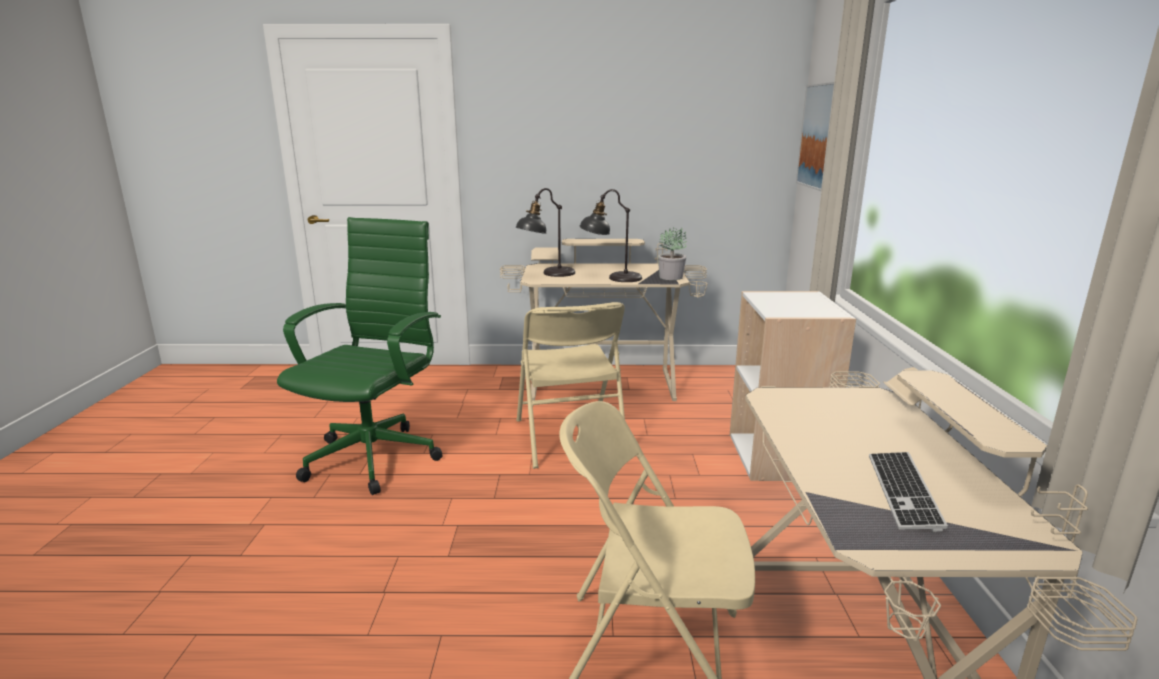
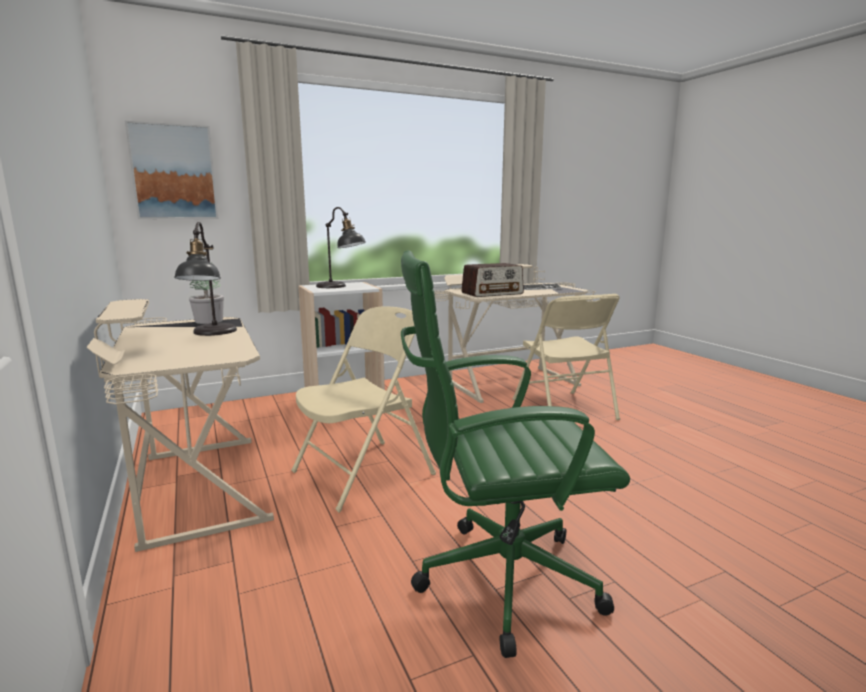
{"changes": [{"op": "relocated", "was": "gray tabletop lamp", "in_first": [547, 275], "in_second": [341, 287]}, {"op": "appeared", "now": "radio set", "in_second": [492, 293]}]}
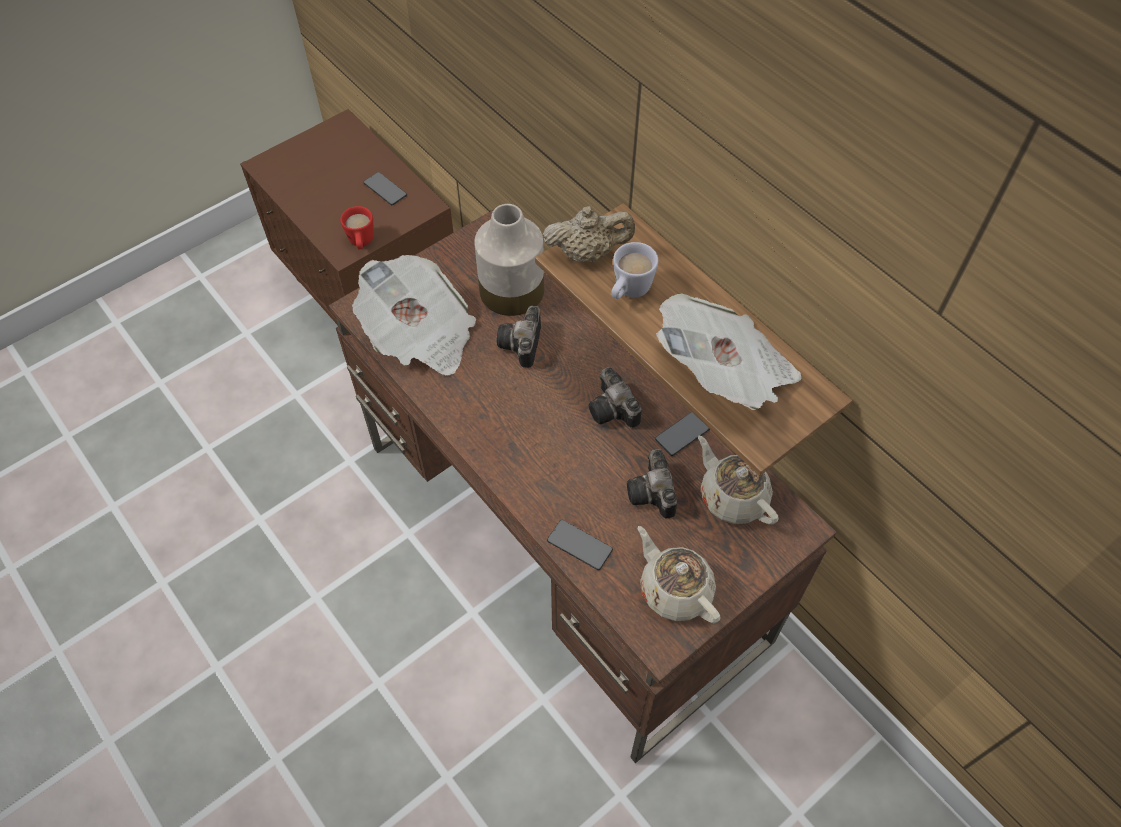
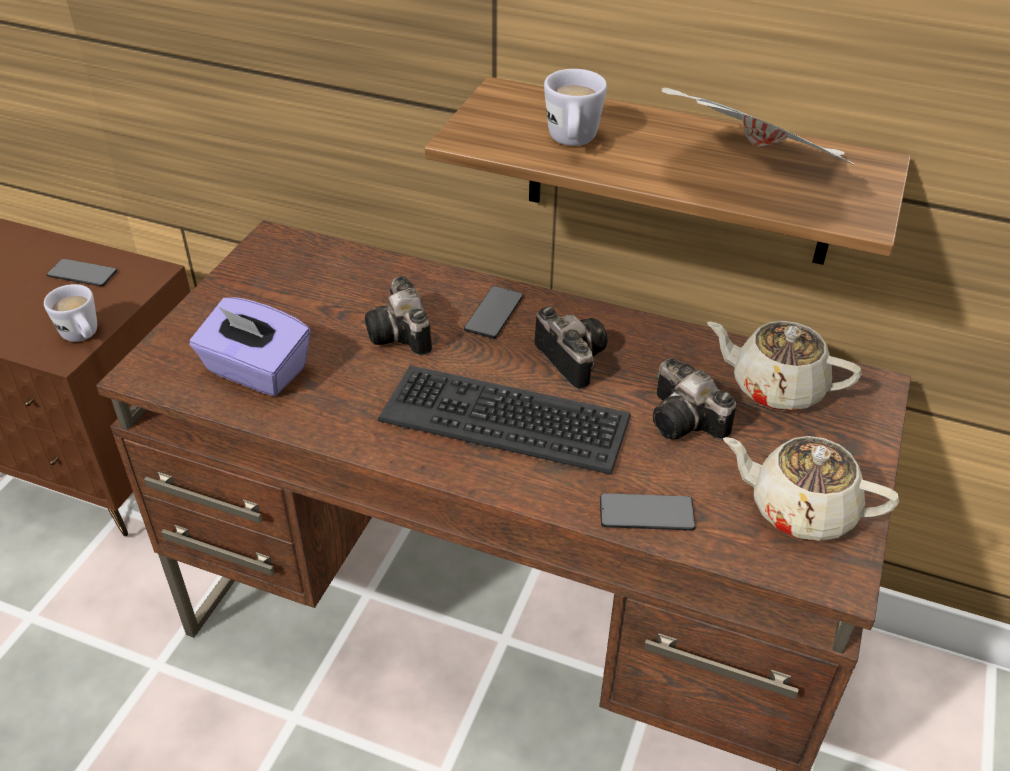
{"changes": [{"op": "missing", "was": "beige-coloured decorative vase", "in_first": [511, 290]}, {"op": "colour", "was": "reddish mug", "now": "whitish mug", "in_first": [361, 243], "in_second": [83, 337]}, {"op": "missing", "was": "beige-coloured tea pot", "in_first": [588, 253]}, {"op": "exchanged", "was": "daily paper", "now": "purple tissue holder", "in_first": [420, 335], "in_second": [256, 371]}, {"op": "spun", "was": "photo camera", "in_first": [614, 411], "in_second": [569, 357], "clockwise": -150}, {"op": "relocated", "was": "handset", "in_first": [684, 433], "in_second": [494, 313]}, {"op": "appeared", "now": "keyboard", "in_second": [505, 418]}]}
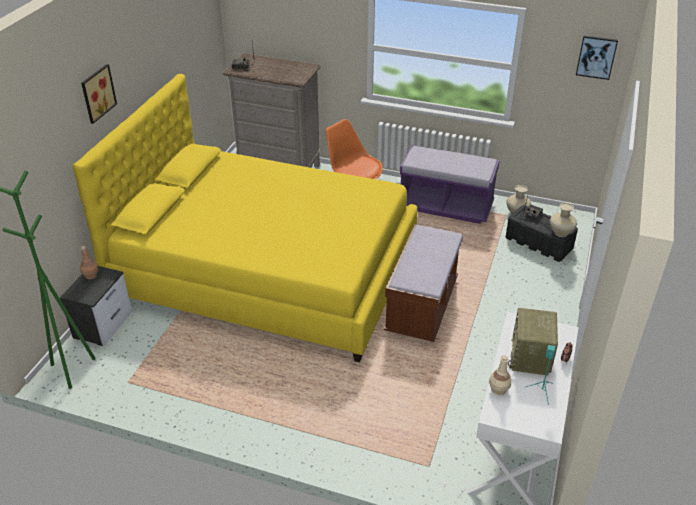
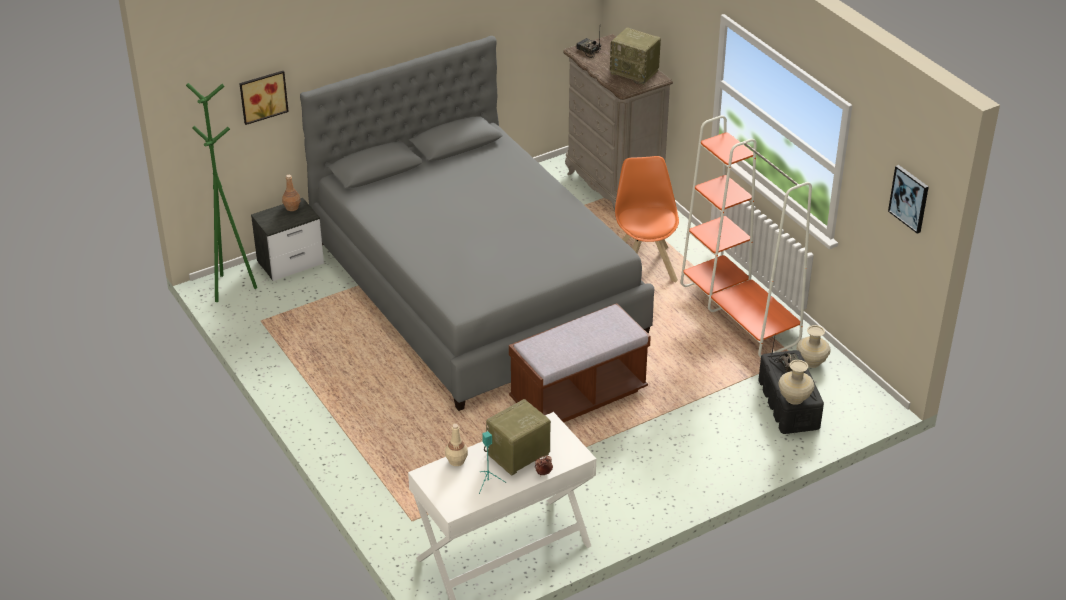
{"changes": [{"op": "relocated", "was": "picture", "in_first": [97, 93], "in_second": [262, 96]}, {"op": "colour", "was": "yellow sleeping bed", "now": "gray sleeping bed", "in_first": [266, 271], "in_second": [476, 287]}, {"op": "exchanged", "was": "purple long seat", "now": "orangey garment rack", "in_first": [446, 207], "in_second": [739, 315]}, {"op": "appeared", "now": "radio set", "in_second": [635, 72]}]}
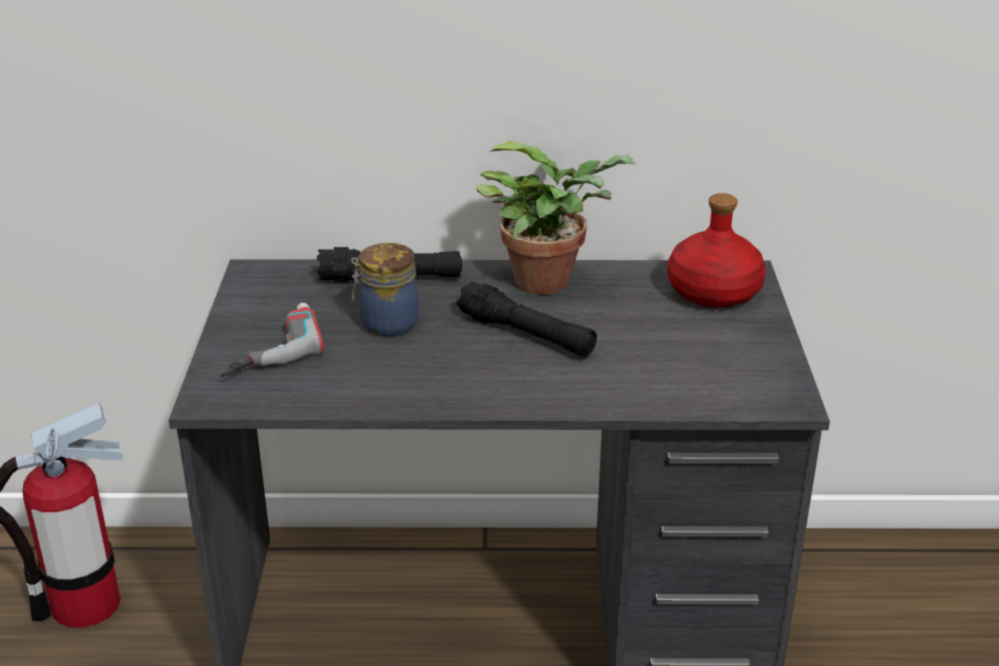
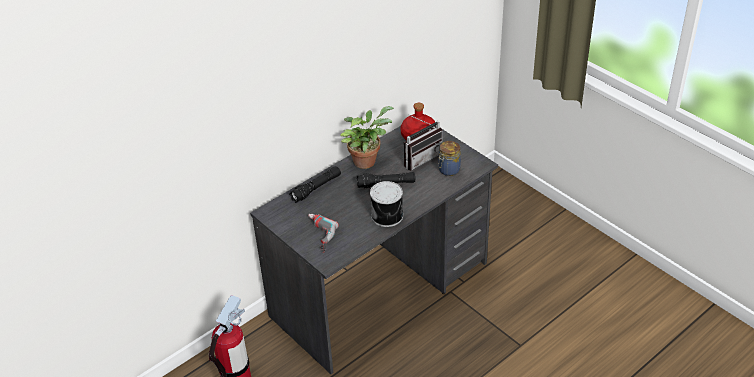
{"changes": [{"op": "relocated", "was": "jar", "in_first": [386, 323], "in_second": [448, 170]}, {"op": "appeared", "now": "radio set", "in_second": [420, 158]}, {"op": "appeared", "now": "sealed can", "in_second": [388, 215]}]}
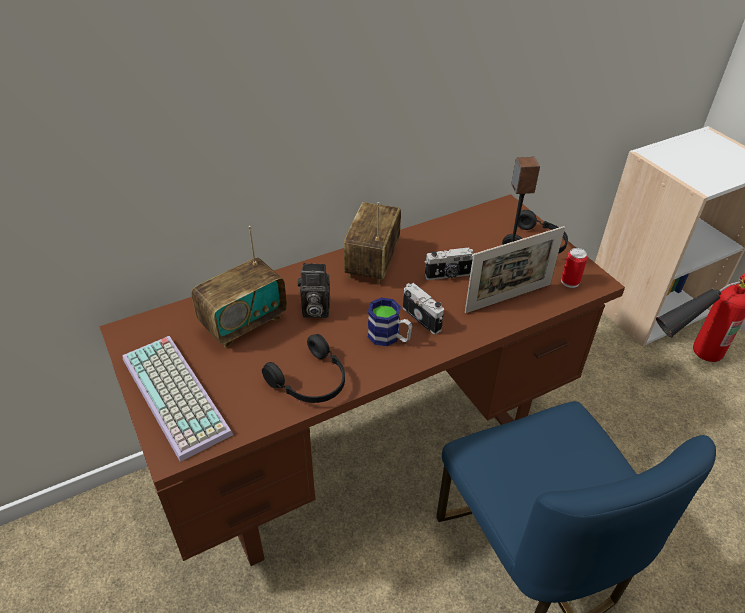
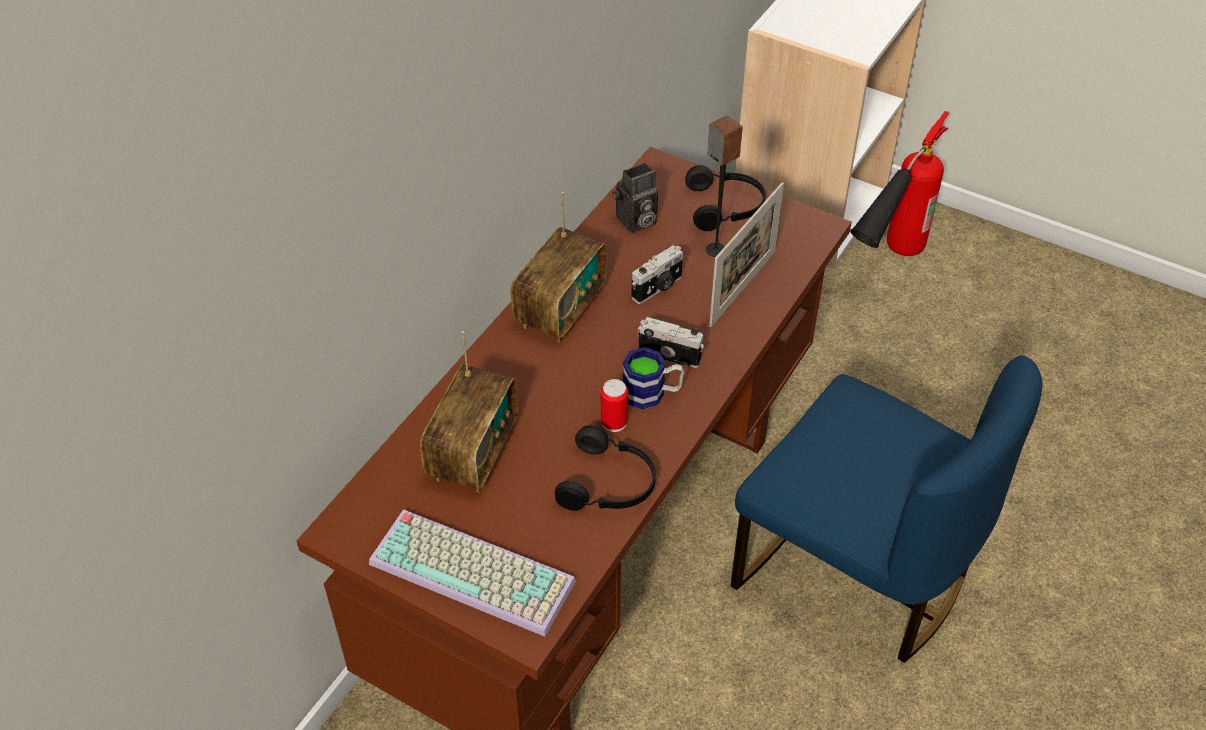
{"changes": [{"op": "spun", "was": "radio set", "in_first": [372, 263], "in_second": [560, 309], "clockwise": -135}, {"op": "relocated", "was": "sealed can", "in_first": [570, 282], "in_second": [614, 422]}, {"op": "relocated", "was": "photo camera", "in_first": [314, 310], "in_second": [635, 222]}]}
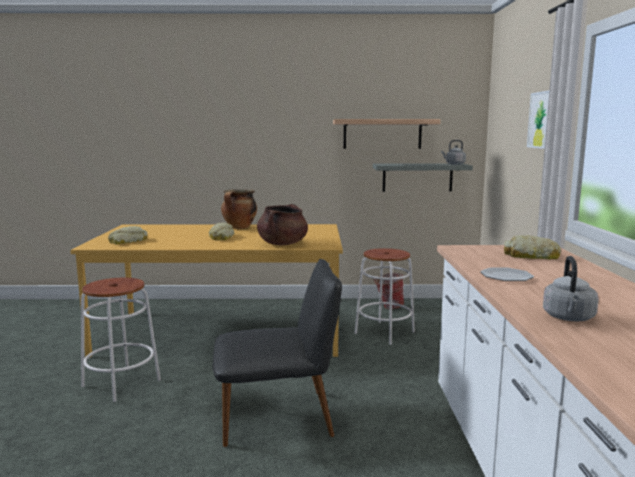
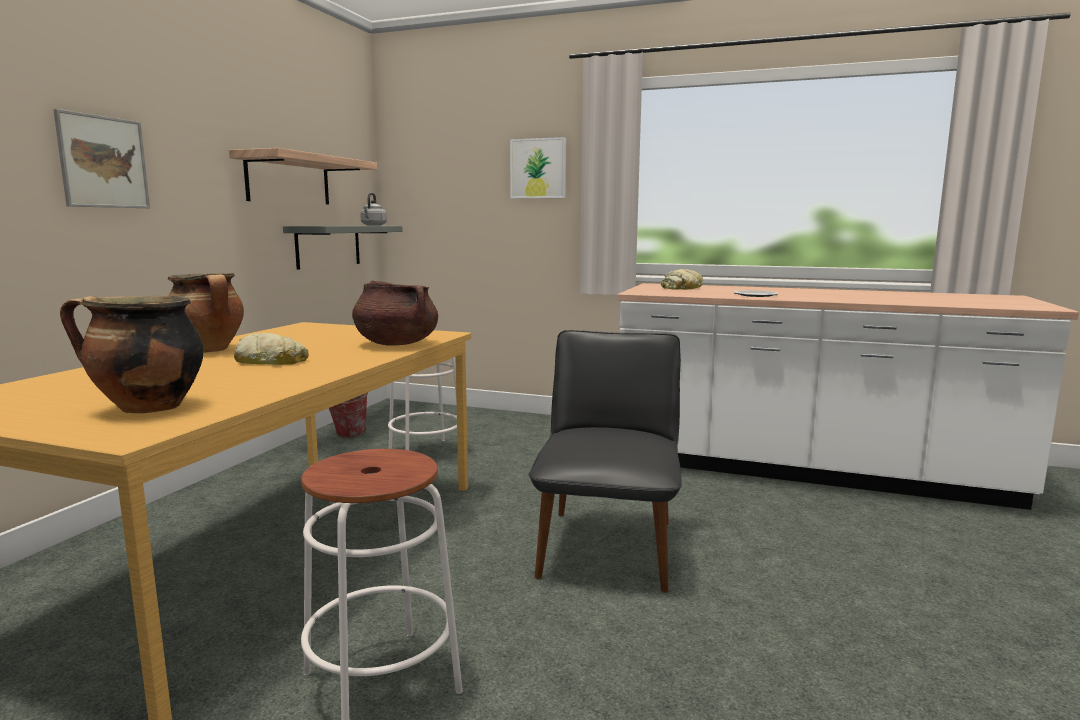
{"changes": [{"op": "exchanged", "was": "baked bread", "now": "cooking pot", "in_first": [128, 241], "in_second": [146, 408]}, {"op": "missing", "was": "gray tea kettle", "in_first": [568, 318]}, {"op": "appeared", "now": "picture", "in_second": [103, 162]}]}
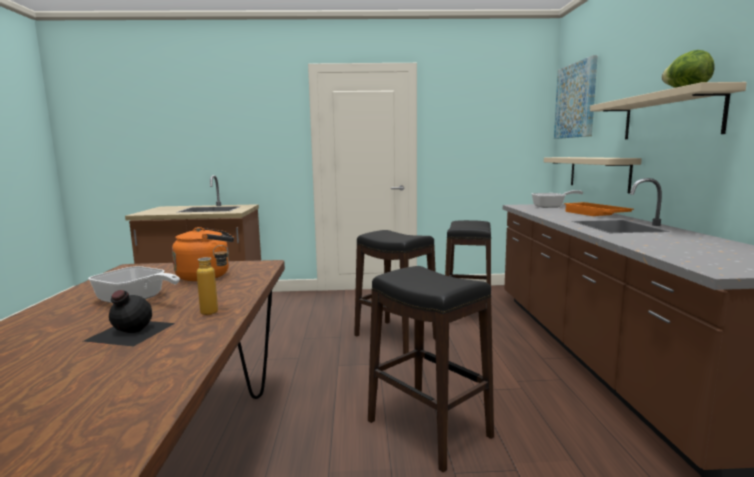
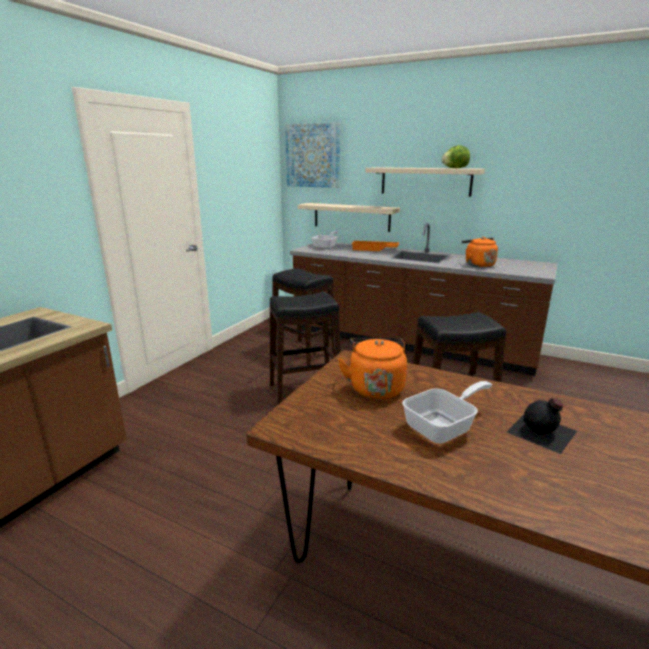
{"changes": [{"op": "missing", "was": "drink bottle", "in_first": [216, 311]}, {"op": "appeared", "now": "orangey tea kettle", "in_second": [478, 265]}]}
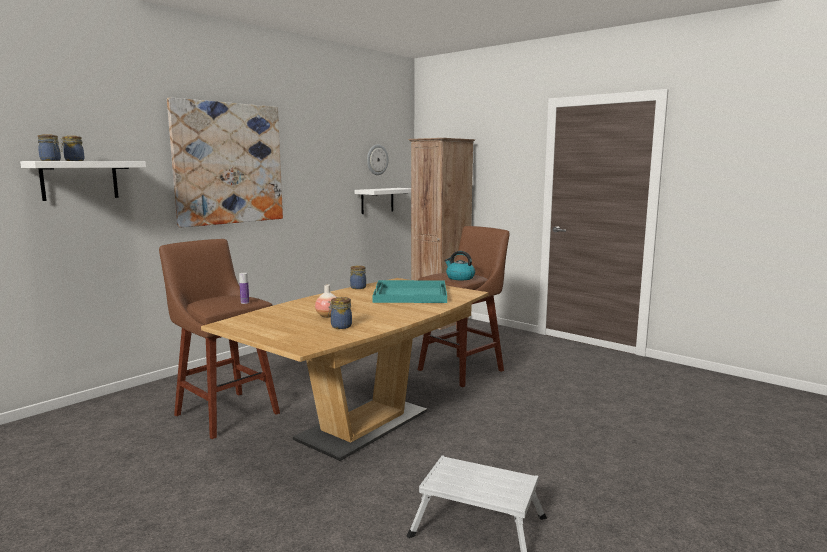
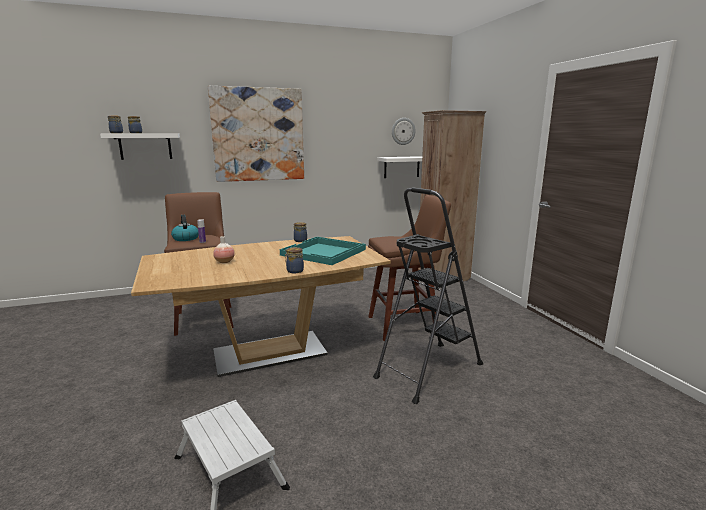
{"changes": [{"op": "relocated", "was": "tea kettle", "in_first": [459, 278], "in_second": [185, 238]}, {"op": "relocated", "was": "jar", "in_first": [340, 326], "in_second": [294, 271]}, {"op": "appeared", "now": "stepladder", "in_second": [428, 370]}]}
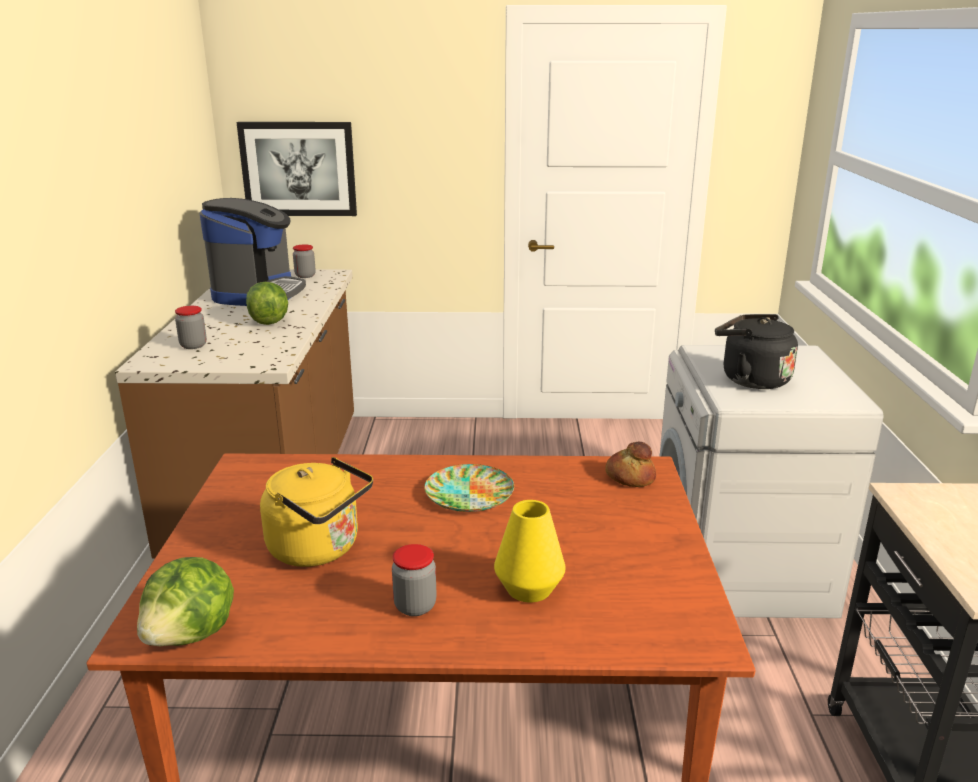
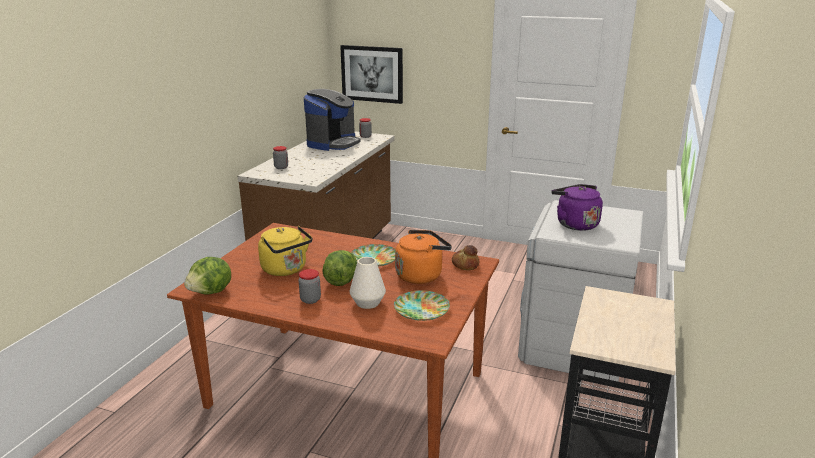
{"changes": [{"op": "relocated", "was": "lettuce", "in_first": [269, 320], "in_second": [341, 280]}, {"op": "colour", "was": "black-coloured tea kettle", "now": "purple tea kettle", "in_first": [750, 379], "in_second": [575, 224]}, {"op": "colour", "was": "yellow decorative vase", "now": "whitish decorative vase", "in_first": [528, 588], "in_second": [367, 303]}, {"op": "appeared", "now": "orangey tea kettle", "in_second": [421, 275]}, {"op": "appeared", "now": "plate", "in_second": [421, 309]}]}
